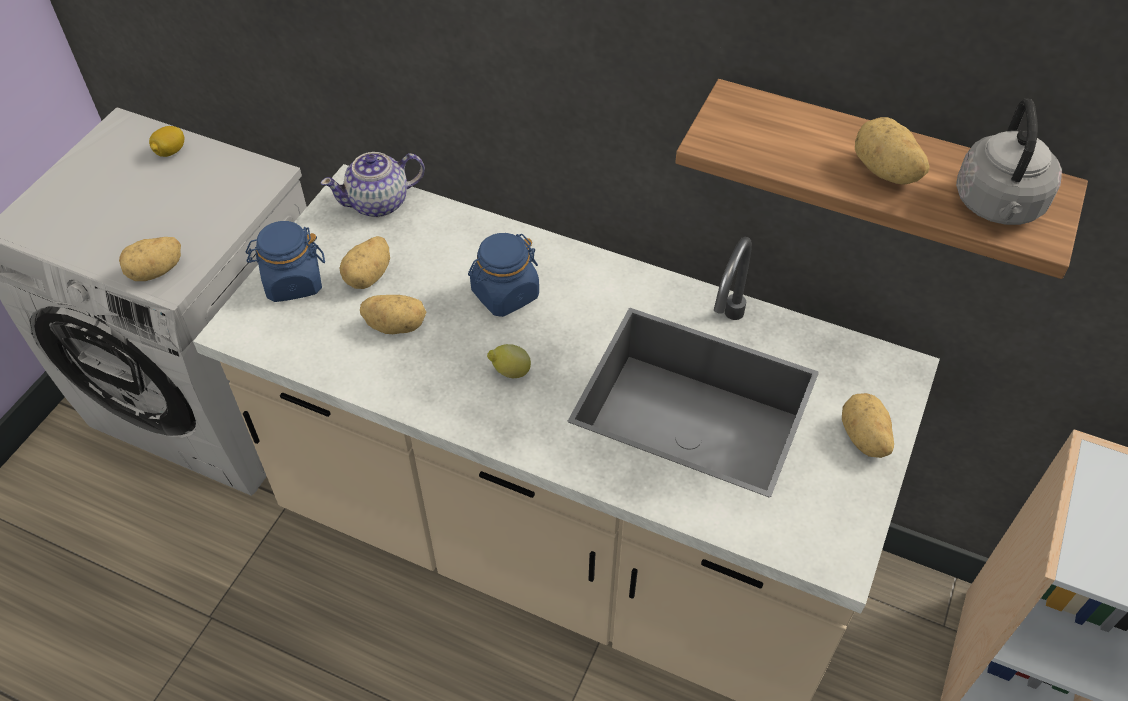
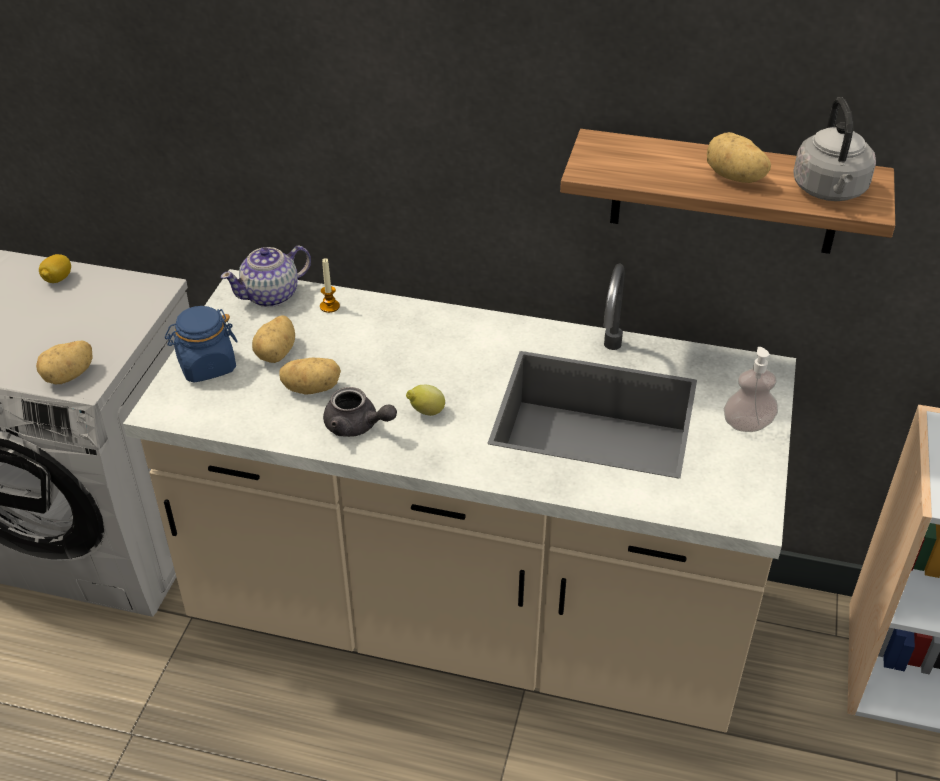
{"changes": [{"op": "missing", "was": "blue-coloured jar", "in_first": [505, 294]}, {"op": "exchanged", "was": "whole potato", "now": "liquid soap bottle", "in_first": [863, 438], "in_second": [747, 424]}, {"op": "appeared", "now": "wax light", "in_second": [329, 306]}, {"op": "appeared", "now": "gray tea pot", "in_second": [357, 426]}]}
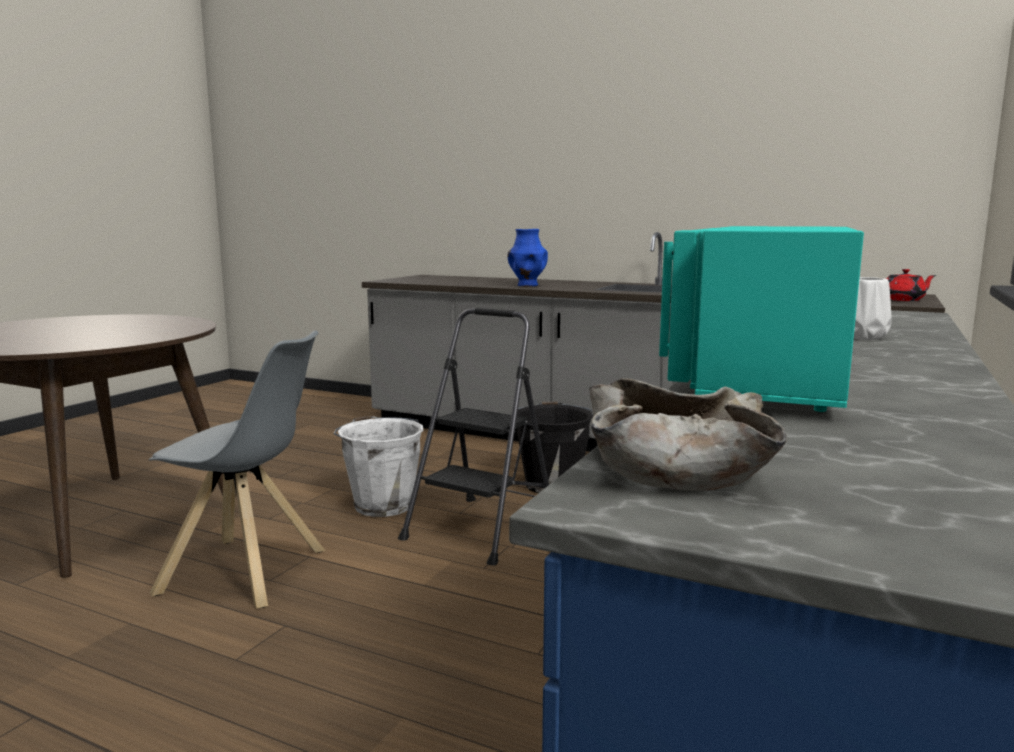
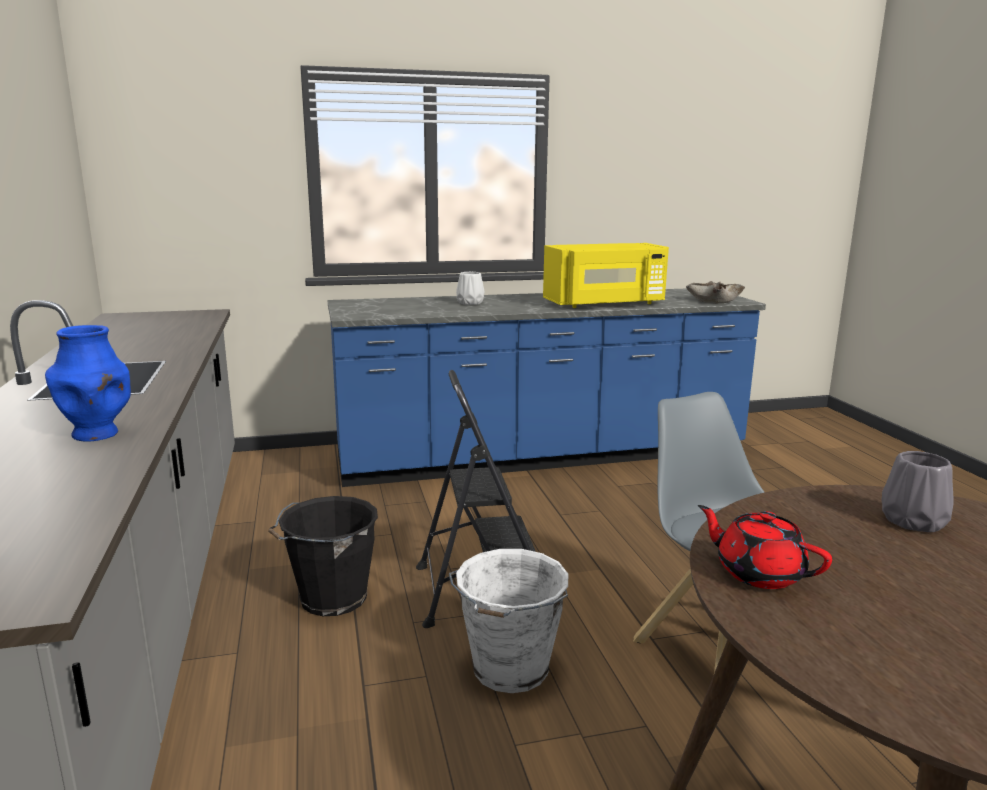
{"changes": [{"op": "colour", "was": "blue-green kitchen microwave", "now": "yellow kitchen microwave", "in_first": [761, 379], "in_second": [605, 304]}, {"op": "relocated", "was": "reddish tea pot", "in_first": [903, 300], "in_second": [758, 572]}, {"op": "appeared", "now": "gray decorative vase", "in_second": [914, 521]}]}
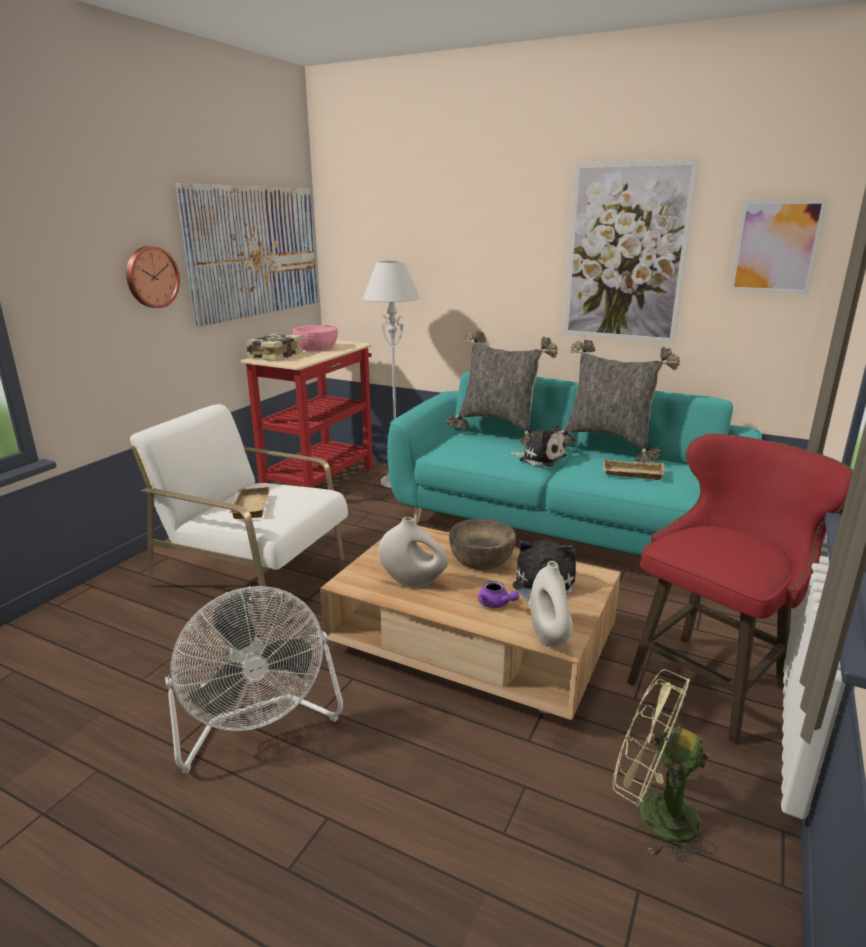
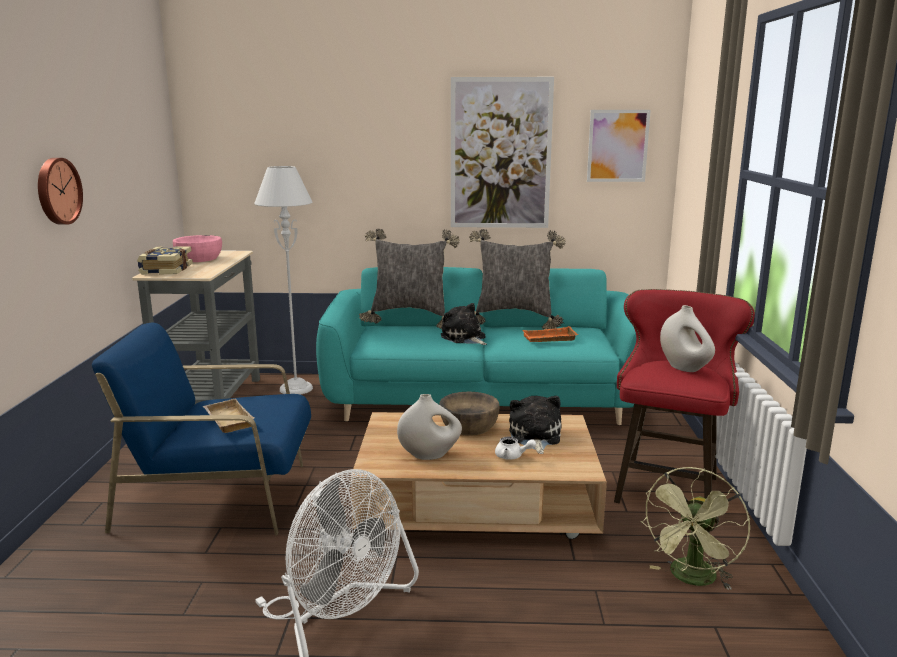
{"changes": [{"op": "missing", "was": "picture", "in_first": [254, 251]}, {"op": "colour", "was": "reddish cart", "now": "gray cart", "in_first": [320, 479], "in_second": [212, 399]}, {"op": "colour", "was": "whitish lounge chair", "now": "blue-coloured lounge chair", "in_first": [256, 575], "in_second": [222, 497]}, {"op": "spun", "was": "soft toy", "in_first": [540, 458], "in_second": [464, 338], "clockwise": -135}, {"op": "colour", "was": "beige-coloured serving tray", "now": "orangey serving tray", "in_first": [631, 474], "in_second": [549, 339]}, {"op": "relocated", "was": "whitish decorative vase", "in_first": [549, 637], "in_second": [684, 368]}, {"op": "colour", "was": "purple tea pot", "now": "whitish tea pot", "in_first": [496, 604], "in_second": [512, 456]}, {"op": "spun", "was": "greenish fan", "in_first": [654, 814], "in_second": [691, 579], "clockwise": -60}]}
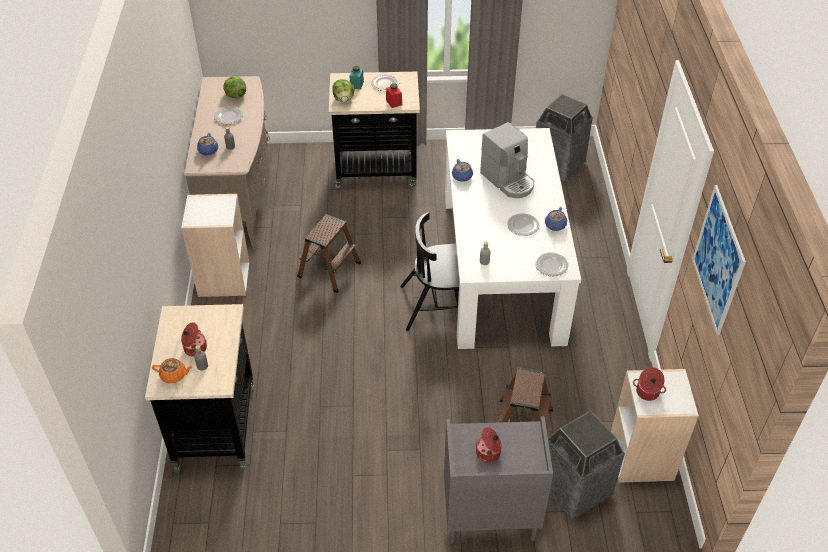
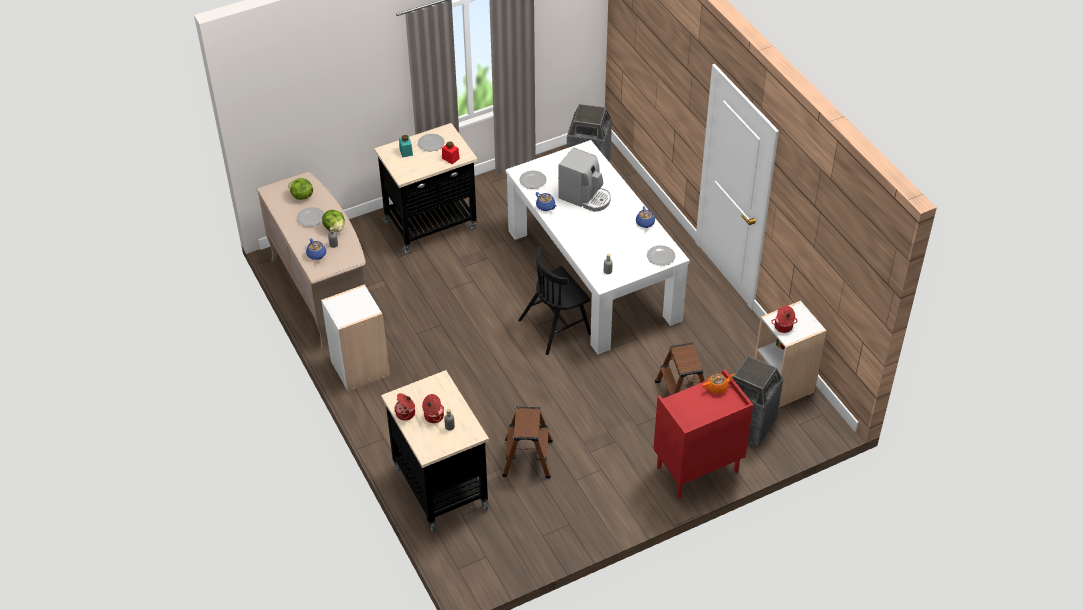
{"changes": [{"op": "relocated", "was": "lettuce", "in_first": [344, 99], "in_second": [335, 228]}, {"op": "missing", "was": "picture", "in_first": [718, 260]}, {"op": "relocated", "was": "plate", "in_first": [523, 225], "in_second": [532, 180]}, {"op": "relocated", "was": "brown stepladder", "in_first": [329, 270], "in_second": [527, 458]}, {"op": "relocated", "was": "orangey tea pot", "in_first": [174, 375], "in_second": [717, 387]}, {"op": "colour", "was": "gray storage cabinet", "now": "reddish storage cabinet", "in_first": [489, 518], "in_second": [696, 469]}, {"op": "relocated", "was": "cooking pot", "in_first": [489, 453], "in_second": [406, 413]}]}
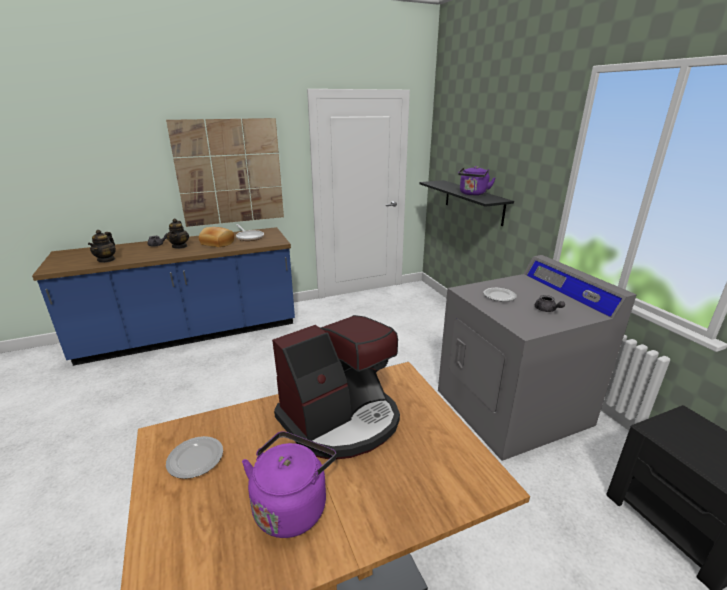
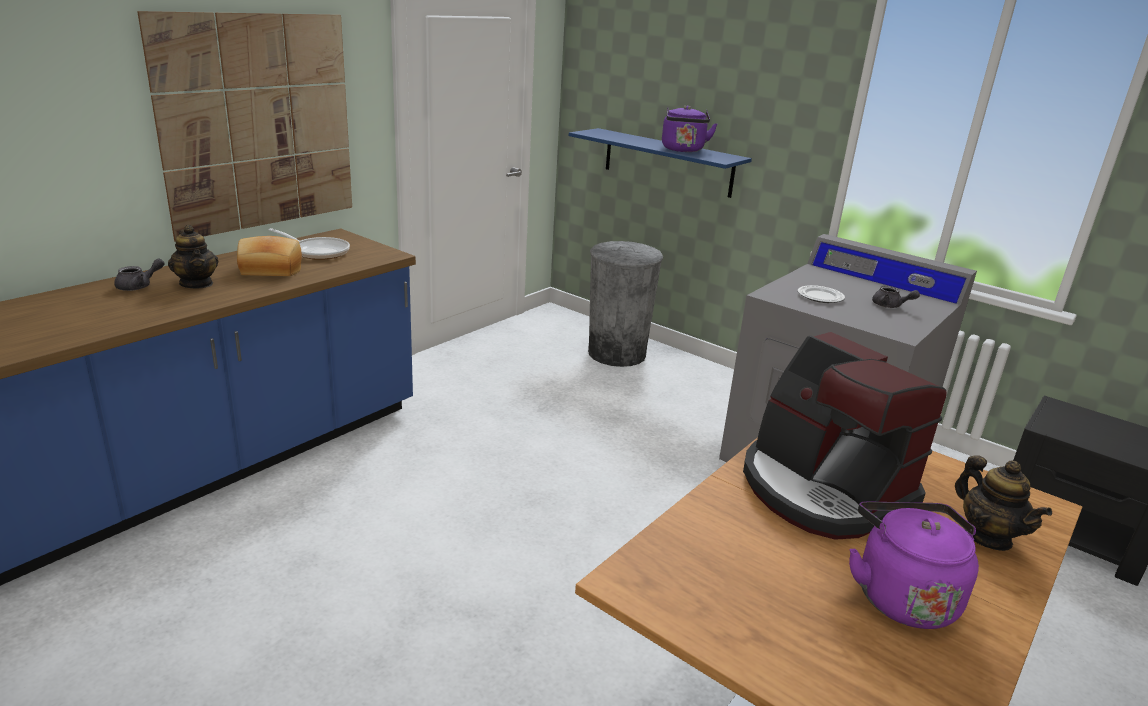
{"changes": [{"op": "colour", "was": "black-coloured wall shelf", "now": "blue-coloured wall shelf", "in_first": [473, 202], "in_second": [667, 162]}, {"op": "relocated", "was": "tea pot", "in_first": [106, 260], "in_second": [987, 537]}, {"op": "spun", "was": "coffee machine", "in_first": [341, 420], "in_second": [822, 490], "clockwise": 120}, {"op": "missing", "was": "plate", "in_first": [195, 459]}, {"op": "appeared", "now": "gray rubbish bin", "in_second": [617, 353]}]}
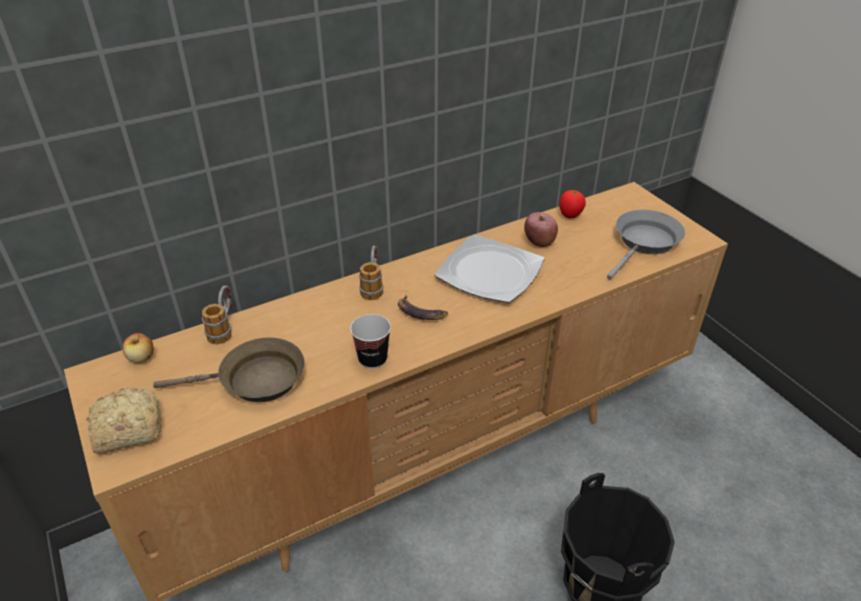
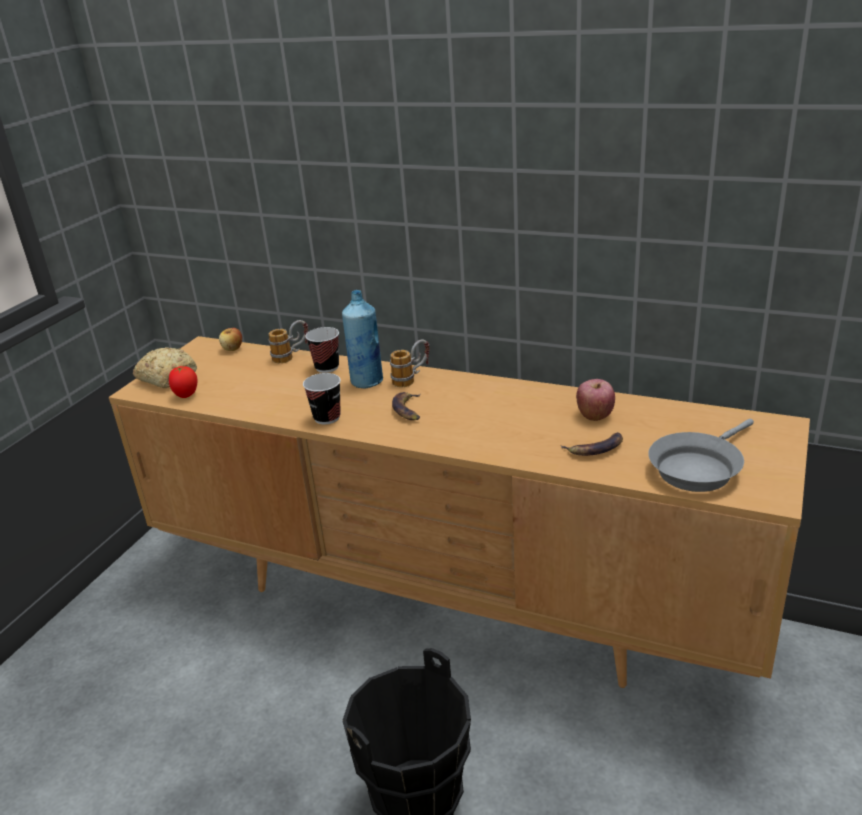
{"changes": [{"op": "relocated", "was": "tomato", "in_first": [570, 216], "in_second": [186, 396]}, {"op": "spun", "was": "gray pan", "in_first": [645, 243], "in_second": [698, 468], "clockwise": 135}, {"op": "missing", "was": "plate", "in_first": [490, 273]}, {"op": "missing", "was": "brown pan", "in_first": [255, 380]}, {"op": "appeared", "now": "blue-coloured drink bottle", "in_second": [367, 382]}, {"op": "appeared", "now": "cup", "in_second": [327, 367]}, {"op": "appeared", "now": "banana fruit", "in_second": [595, 448]}]}
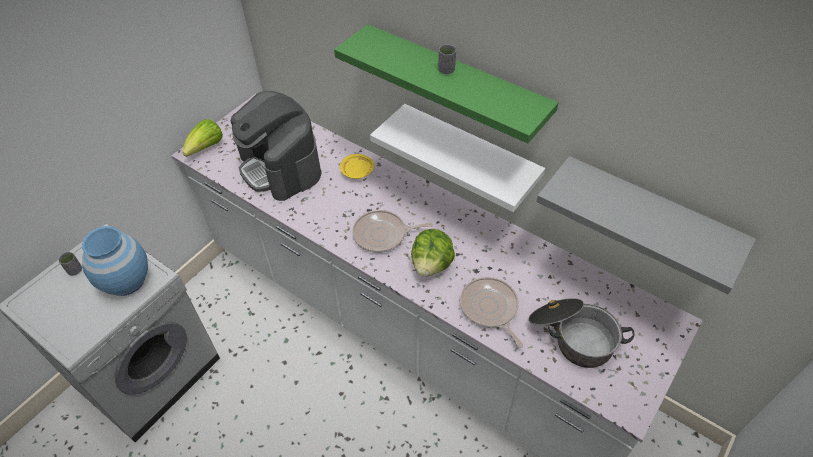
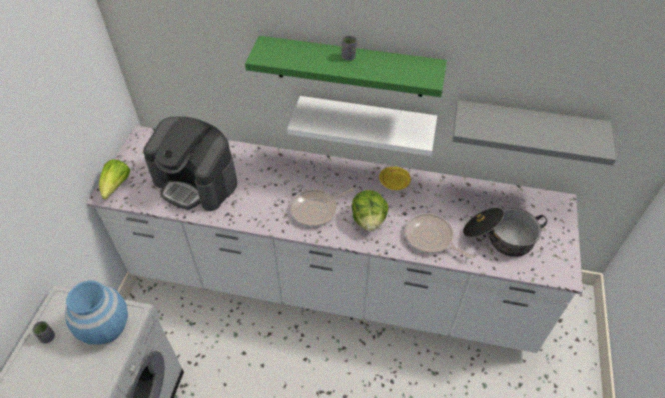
{"changes": [{"op": "relocated", "was": "yellow plate", "in_first": [357, 171], "in_second": [394, 182]}]}
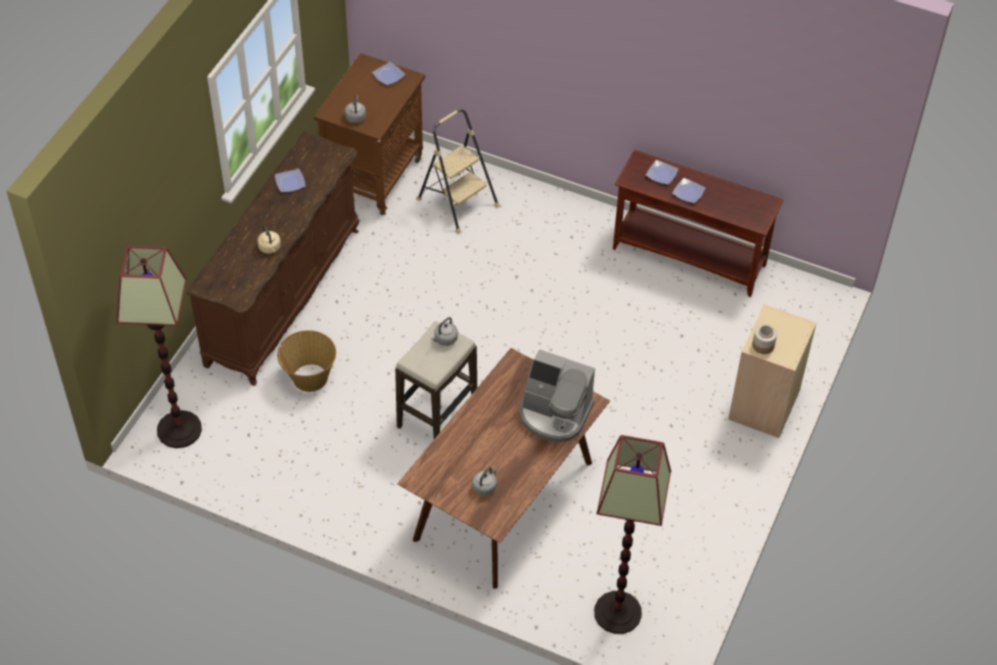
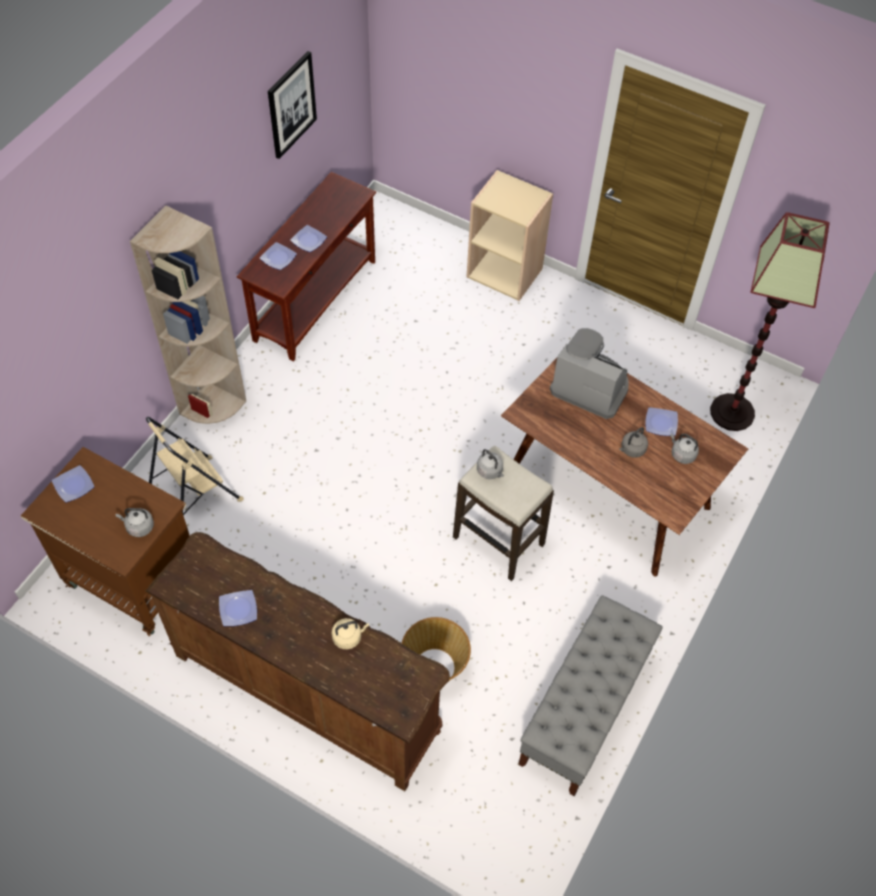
{"changes": [{"op": "missing", "was": "floor lamp", "in_first": [179, 430]}, {"op": "missing", "was": "jar", "in_first": [763, 345]}, {"op": "spun", "was": "coffee machine", "in_first": [554, 414], "in_second": [590, 386], "clockwise": -90}, {"op": "appeared", "now": "picture", "in_second": [291, 105]}, {"op": "appeared", "now": "beige-coloured shelving unit", "in_second": [213, 409]}, {"op": "appeared", "now": "plate", "in_second": [661, 423]}, {"op": "appeared", "now": "gray tea kettle", "in_second": [632, 450]}, {"op": "appeared", "now": "gray long seat", "in_second": [584, 710]}]}
